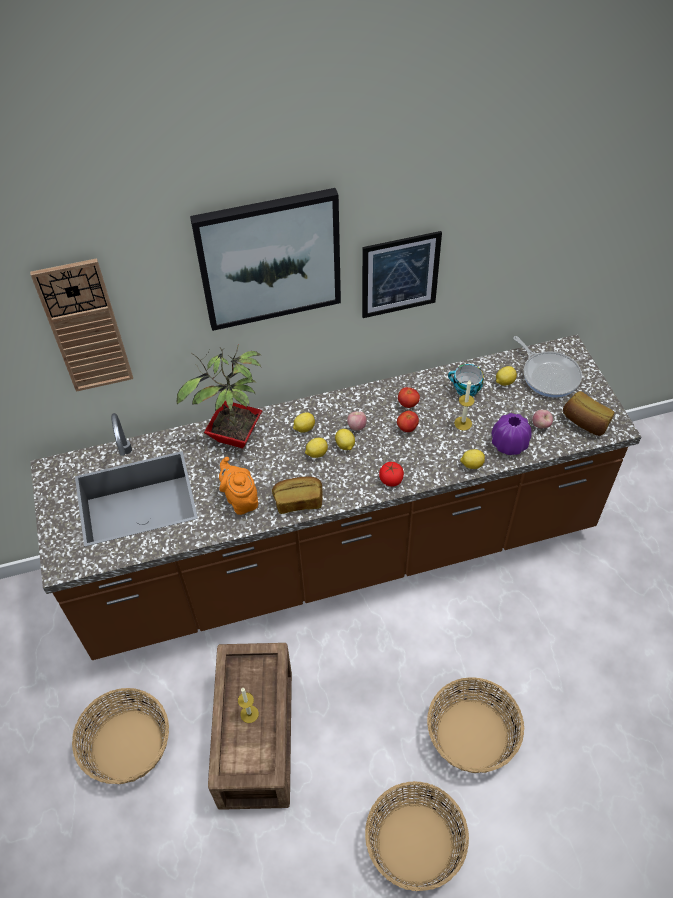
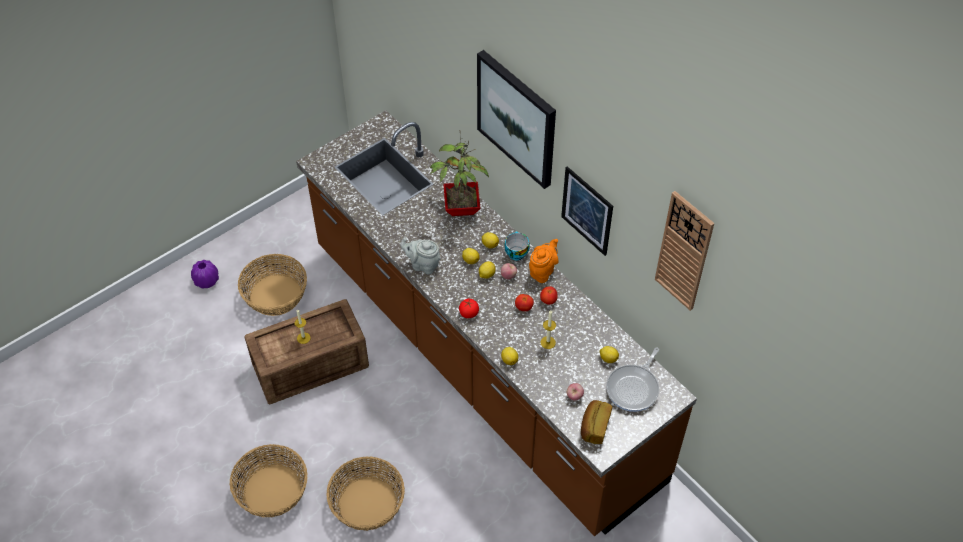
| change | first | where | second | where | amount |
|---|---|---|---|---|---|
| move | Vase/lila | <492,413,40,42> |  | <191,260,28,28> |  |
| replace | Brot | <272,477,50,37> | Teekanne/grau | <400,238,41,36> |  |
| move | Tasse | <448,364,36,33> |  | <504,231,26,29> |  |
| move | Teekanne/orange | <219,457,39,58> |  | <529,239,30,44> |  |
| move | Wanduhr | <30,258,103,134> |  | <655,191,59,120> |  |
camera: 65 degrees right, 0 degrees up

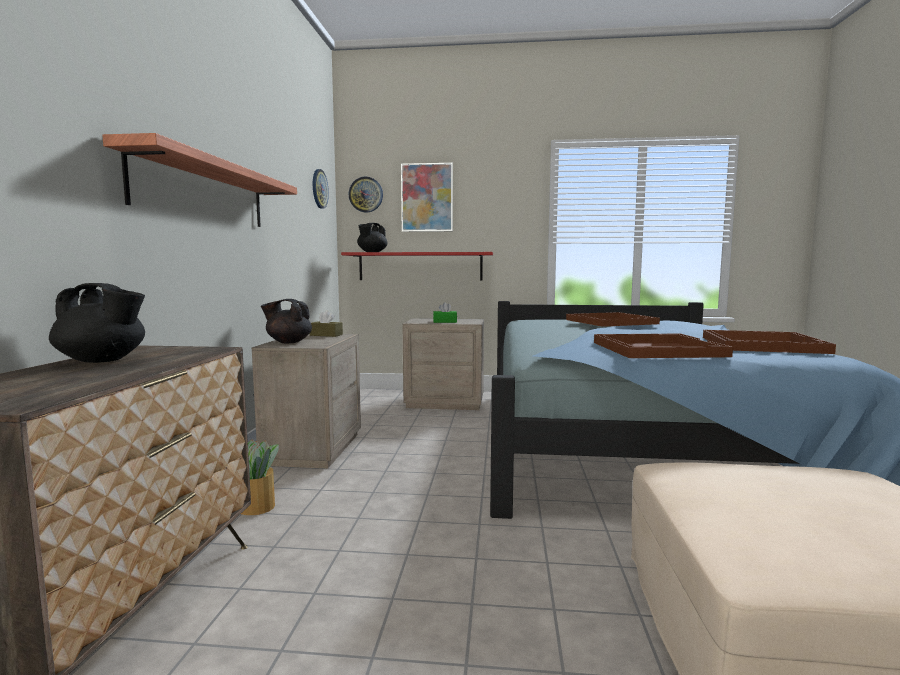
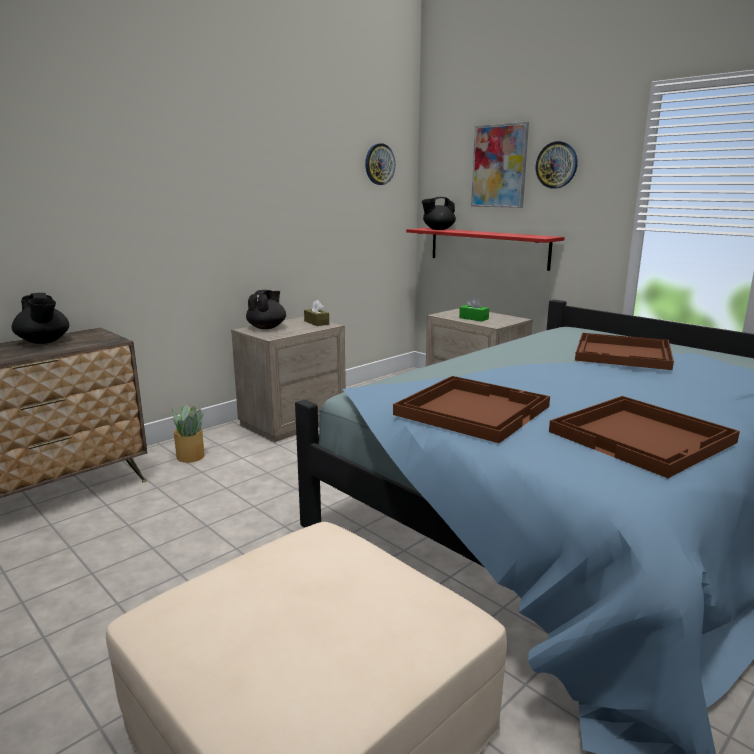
| change | first | where | second | where | amount |
|---|---|---|---|---|---|
| rotate | Teekanne/schwarz | <261,299,51,45> |  | <246,290,40,39> | 60 degrees clockwise |
| move | Wanduhr | <349,177,34,35> |  | <536,141,42,48> |  |
| delete | Wandregal | <102,133,195,94> |  |  |  |
camera: 40 degrees right, 10 degrees up

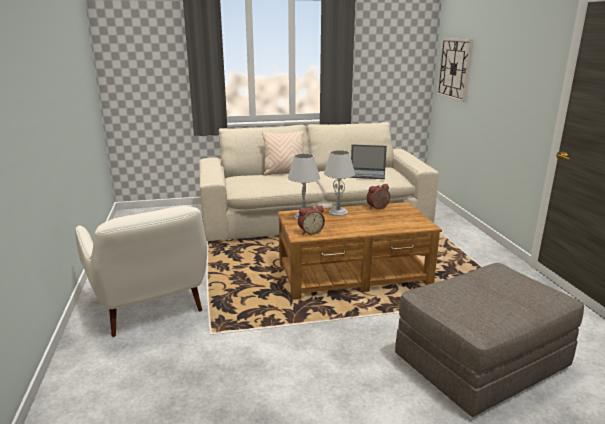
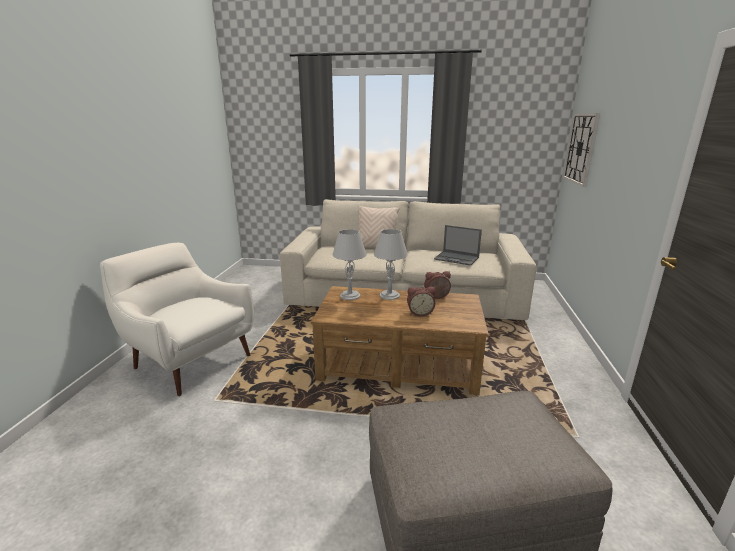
| change | first | where | second | where | amount |
|---|---|---|---|---|---|
| rotate | Sessel/weiß | <76,207,131,130> |  | <100,243,154,153> | 135 degrees clockwise |
| move | Wecker | <298,205,27,30> |  | <407,287,29,29> |  |
camera: 20 degrees right, 0 degrees up

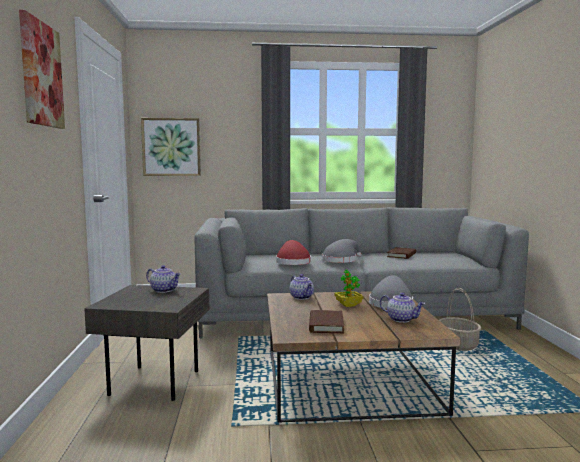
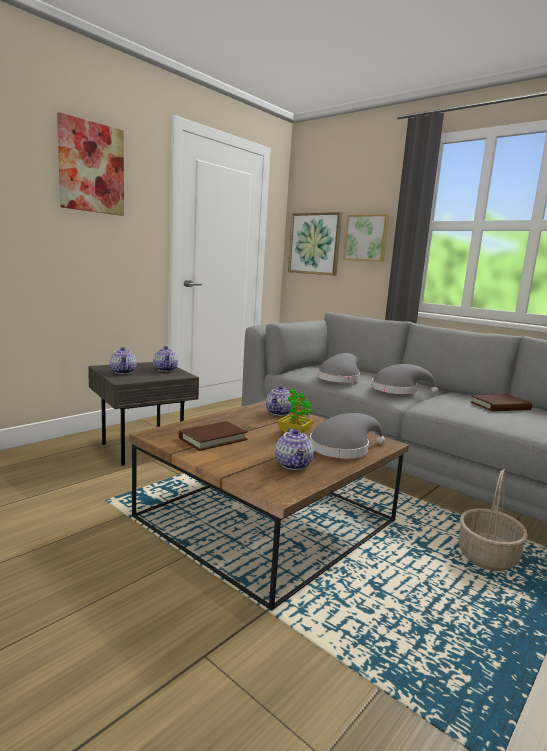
| change | first | where | second | where | amount |
|---|---|---|---|---|---|
| insert |  |  | Teekanne | <110,347,27,27> |  |
| recolor | Hut/rot | <276,240,35,25> | Hut/grau | <318,353,42,30> |  |
| insert |  |  | Bild | <343,214,46,48> |  |
camera: 45 degrees right, 5 degrees up

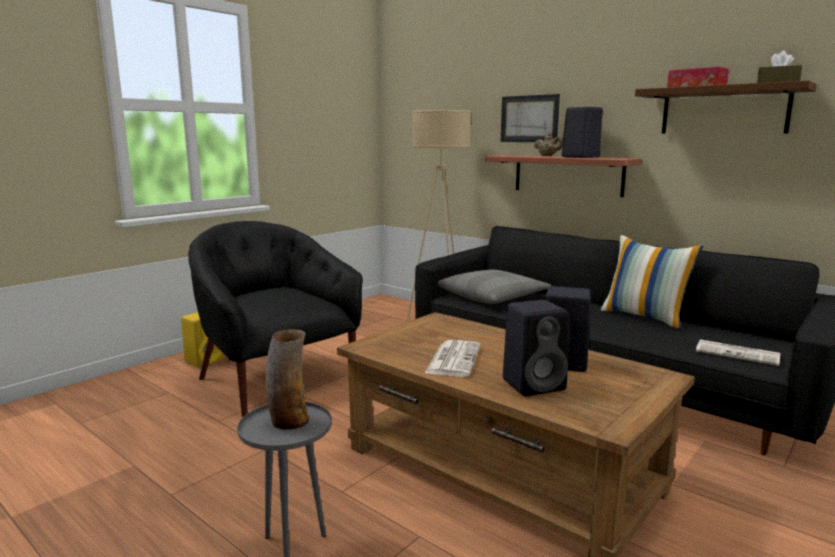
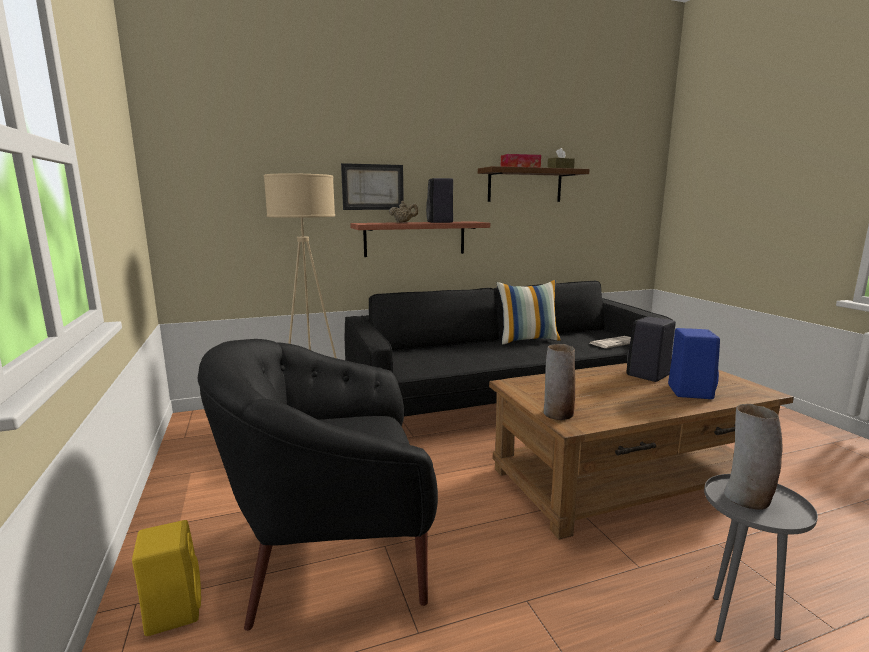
| change | first | where | second | where | amount |
|---|---|---|---|---|---|
| insert |  |  | Vase | <543,344,32,76> |  |
| recolor | Lautsprecher/schwarz | <503,300,66,96> | Lautsprecher/blau | <668,328,52,71> |  |
| delete | Zeitung | <424,340,57,37> |  |  |  |
| delete | Kissen/grau | <438,269,114,35> |  |  |  |
camera: 60 degrees left, 0 degrees up

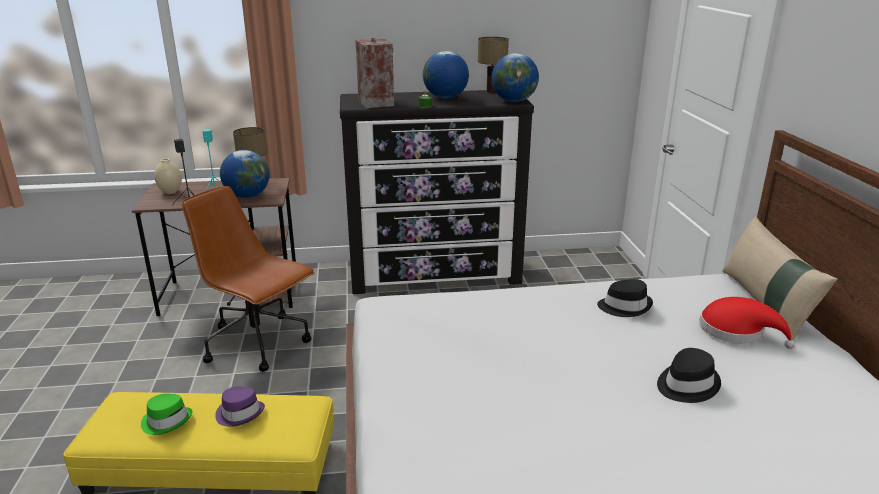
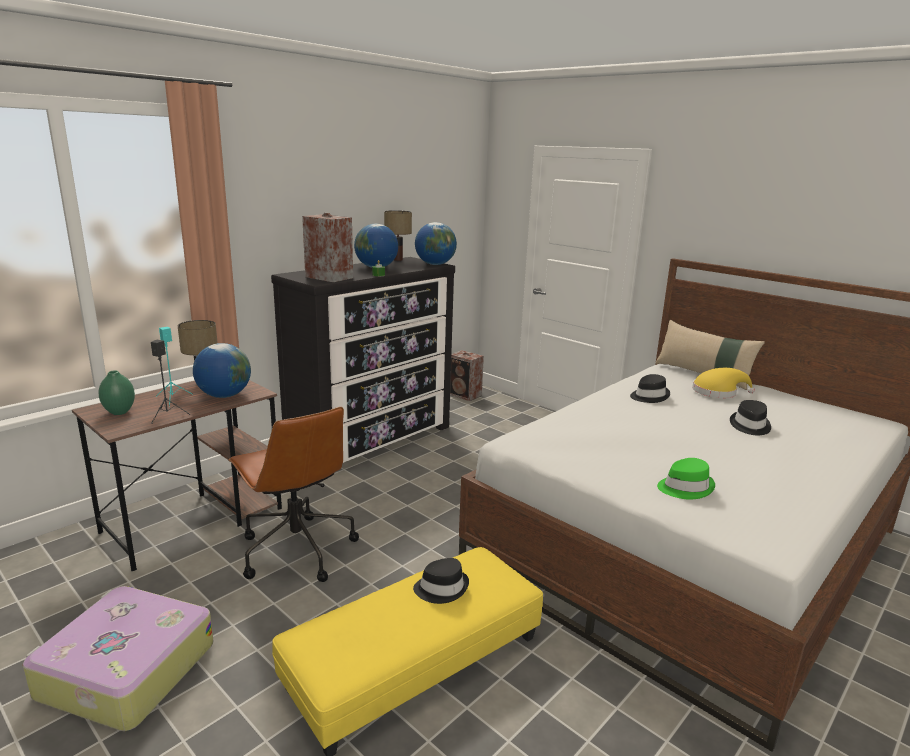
| change | first | where | second | where | amount |
|---|---|---|---|---|---|
| insert |  |  | Koffer | <23,586,190,145> |  |
| recolor | Vase/beige | <154,158,28,36> | Vase/grün | <99,370,36,45> |  |
| rotate | Bürostuhl/braun | <182,186,133,186> |  | <228,407,131,175> | 120 degrees counterclockwise |
| recolor | Hut/lila | <215,386,50,41> | Hut/schwarz | <413,558,56,46> |  |
| insert |  |  | Lautsprecher | <450,350,34,51> |  |
| move | Hut/grün | <141,394,52,41> |  | <657,458,58,41> |  |
| recolor | Hut/rot | <699,297,96,52> | Hut/gelb | <692,368,63,30> |  |
camera: 40 degrees left, 5 degrees down

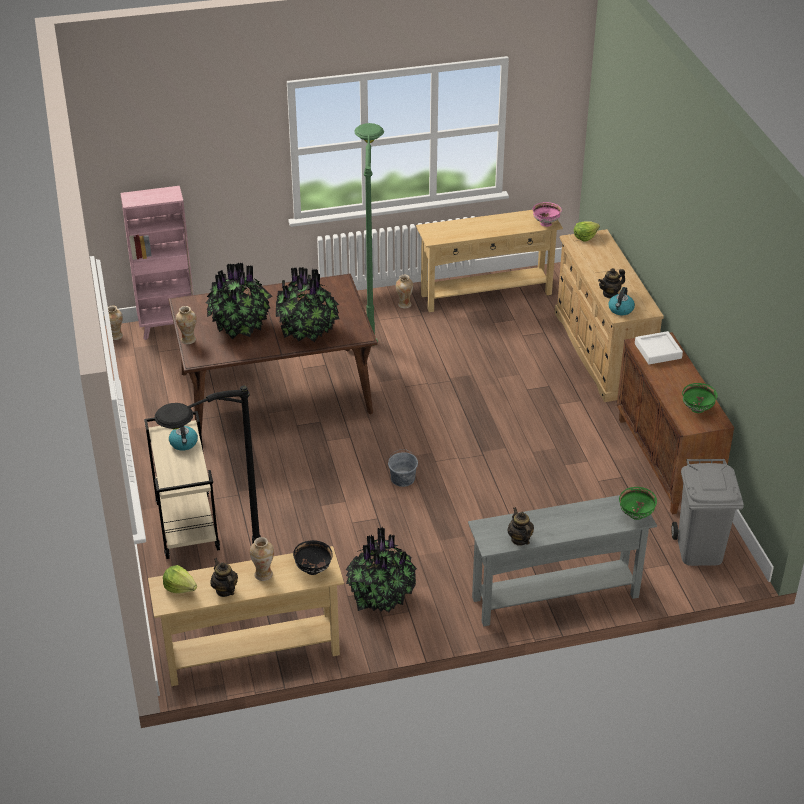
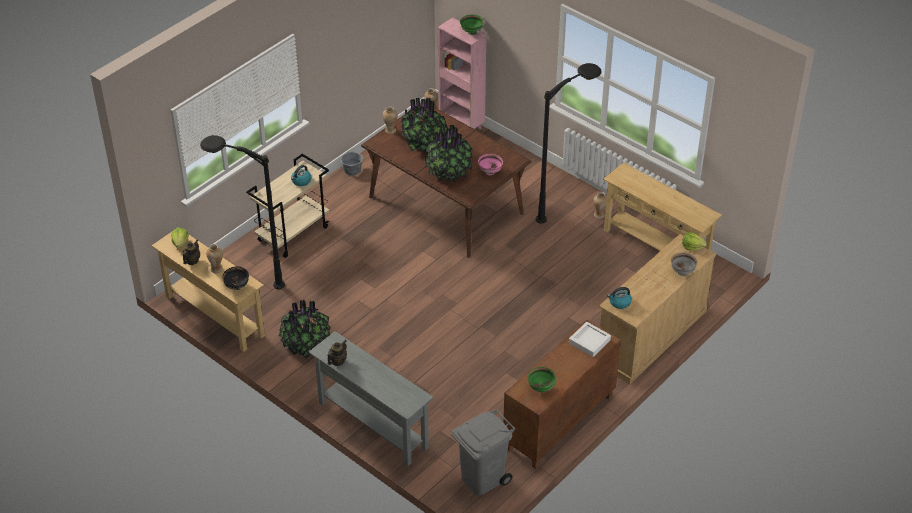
| change | first | where | second | where | amount |
|---|---|---|---|---|---|
| move | Eimer/grau | <388,449,30,38> |  | <341,148,22,27> |  |
| move | Schüssel/grün | <619,487,38,33> |  | <460,15,24,20> |  |
| move | Schüssel/rosa | <533,202,29,25> |  | <478,154,25,21> |  |
| recolor | Stehlampe/grün | <354,123,30,220> | Stehlampe/schwarz | <536,63,66,161> |  |
| insert |  |  | Schüssel/grau | <671,252,26,24> |  |
| delete | Teekanne | <598,268,27,30> |  |  |  |
camera: 55 degrees right, 5 degrees up

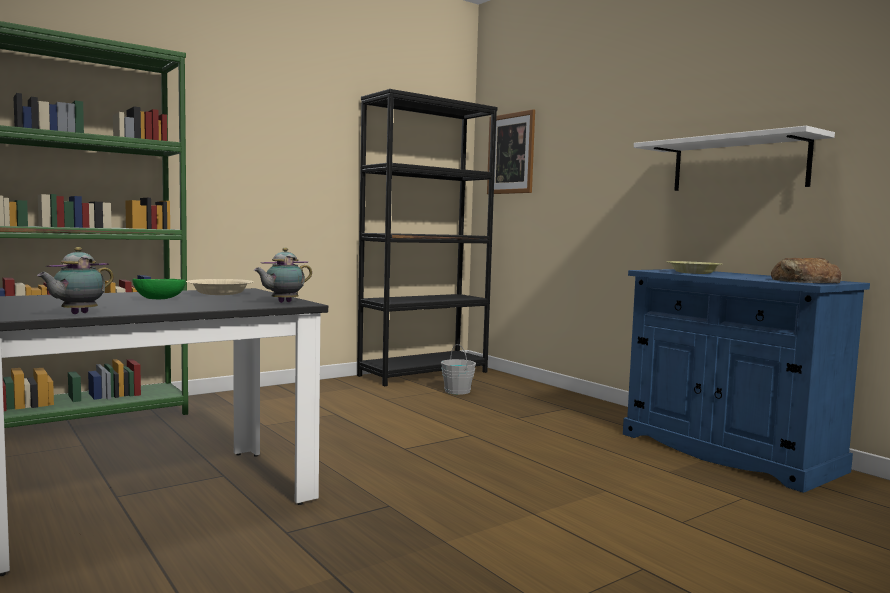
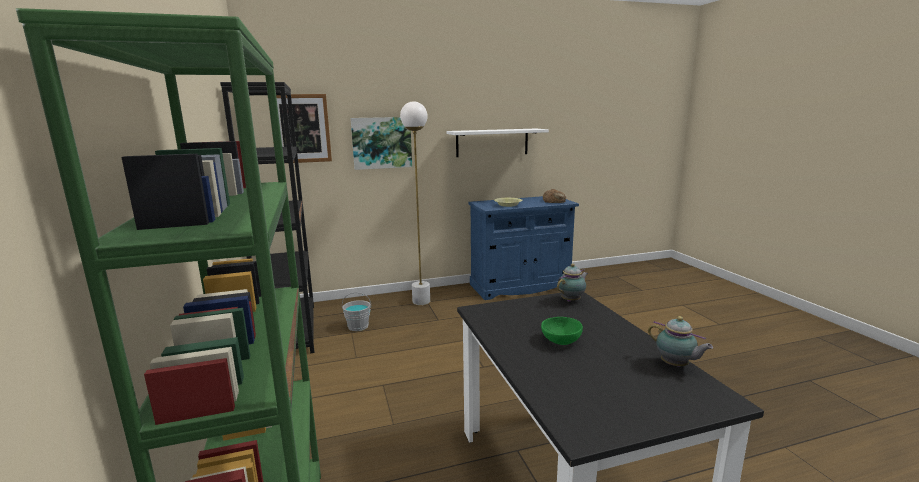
| change | first | where | second | where | amount |
|---|---|---|---|---|---|
| insert |  |  | Bild | <351,117,61,53> |  |
| insert |  |  | Stehlampe/weiß | <400,101,30,204> |  |
| rotate | Teekanne | <254,248,58,55> |  | <557,263,31,39> | 105 degrees counterclockwise |
| delete | Schüssel/beige | <186,279,68,16> |  |  |  |
camera: 70 degrees left, 10 degrees up

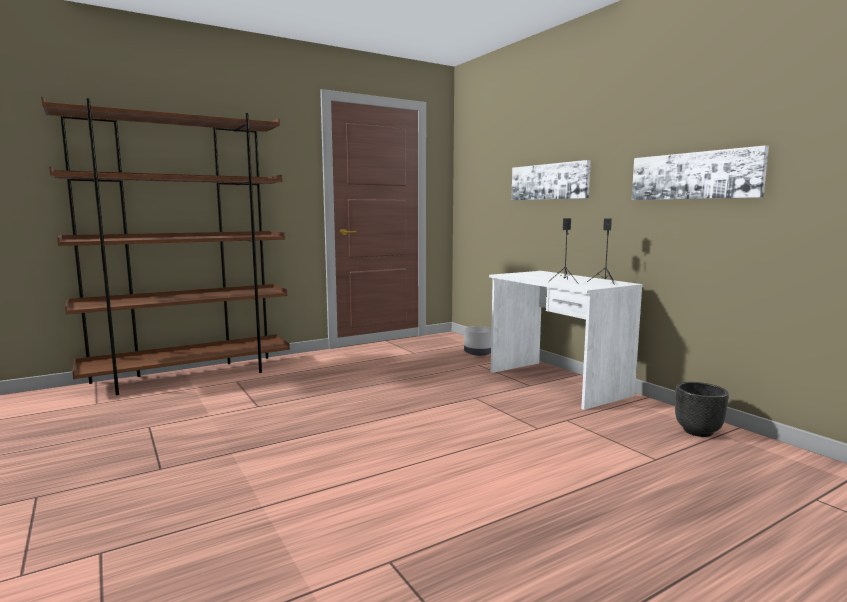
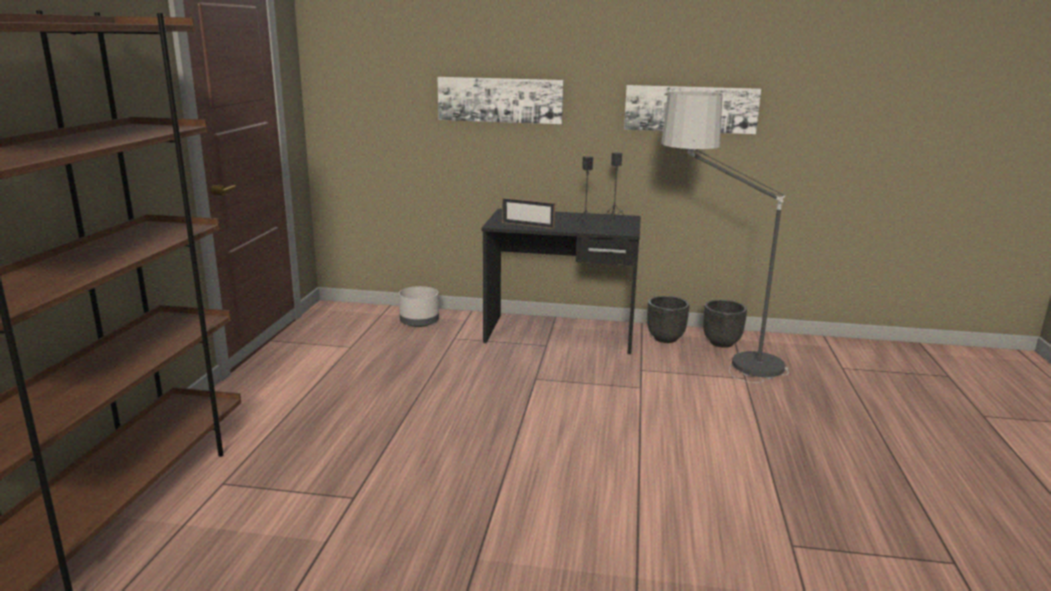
| change | first | where | second | where | amount |
|---|---|---|---|---|---|
| recolor | Schreibtisch/weiß | <489,271,154,139> | Schreibtisch/schwarz | <481,209,160,145> |  |
| insert |  |  | Bilderrahmen | <502,197,53,32> |  |
| insert |  |  | Pflanzkübel/schwarz | <647,296,42,47> |  |
| insert |  |  | Stehlampe | <661,91,128,292> |  |
camera: 50 degrees left, 10 degrees up

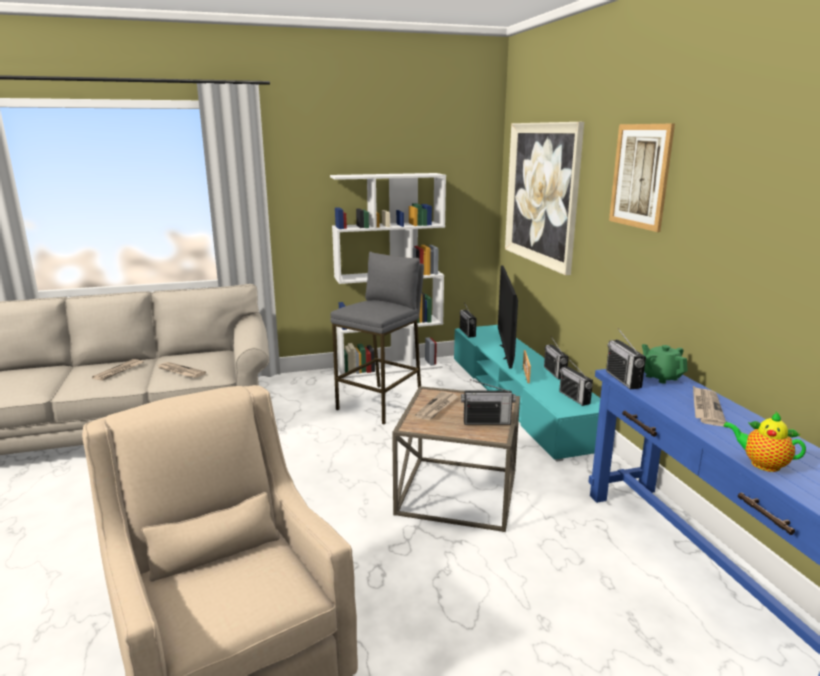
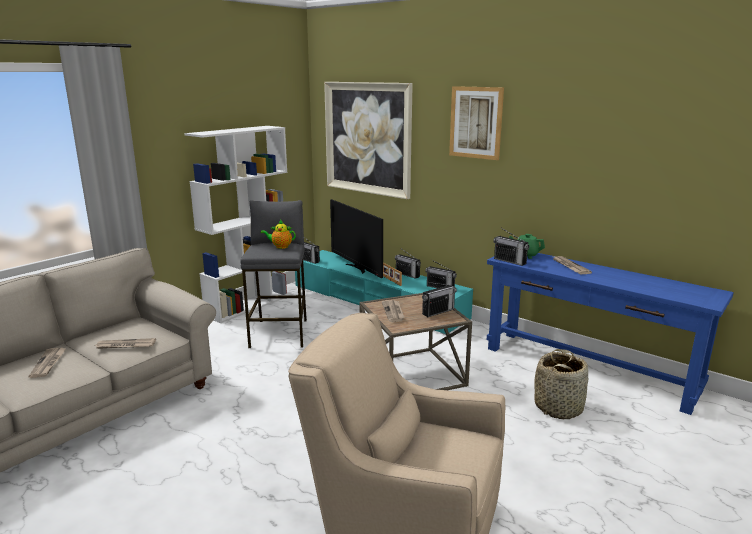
| change | first | where | second | where | amount |
|---|---|---|---|---|---|
| move | Teekanne | <723,412,83,60> |  | <261,220,35,29> |  |
| insert |  |  | Korb | <534,349,54,71> |  |
camera: 35 degrees left, 0 degrees up

